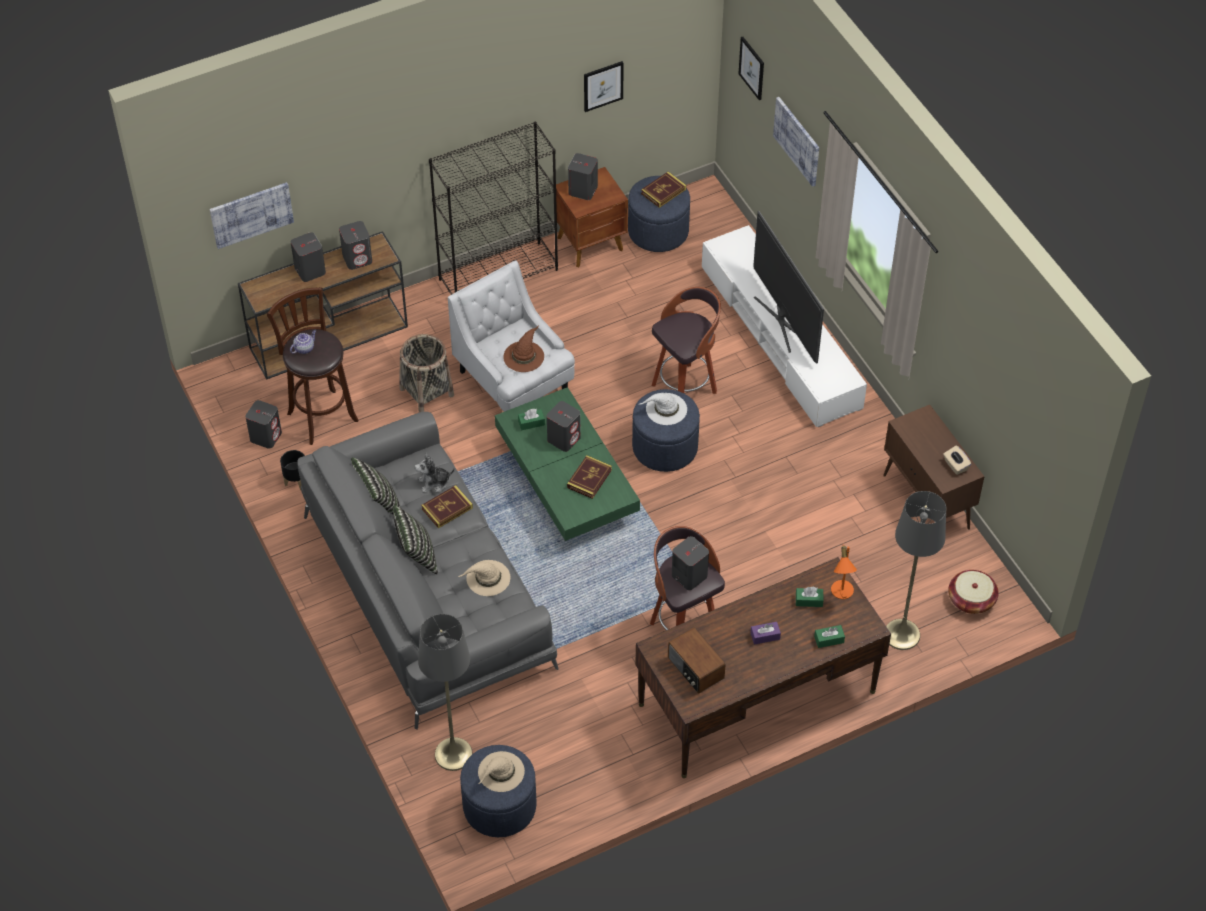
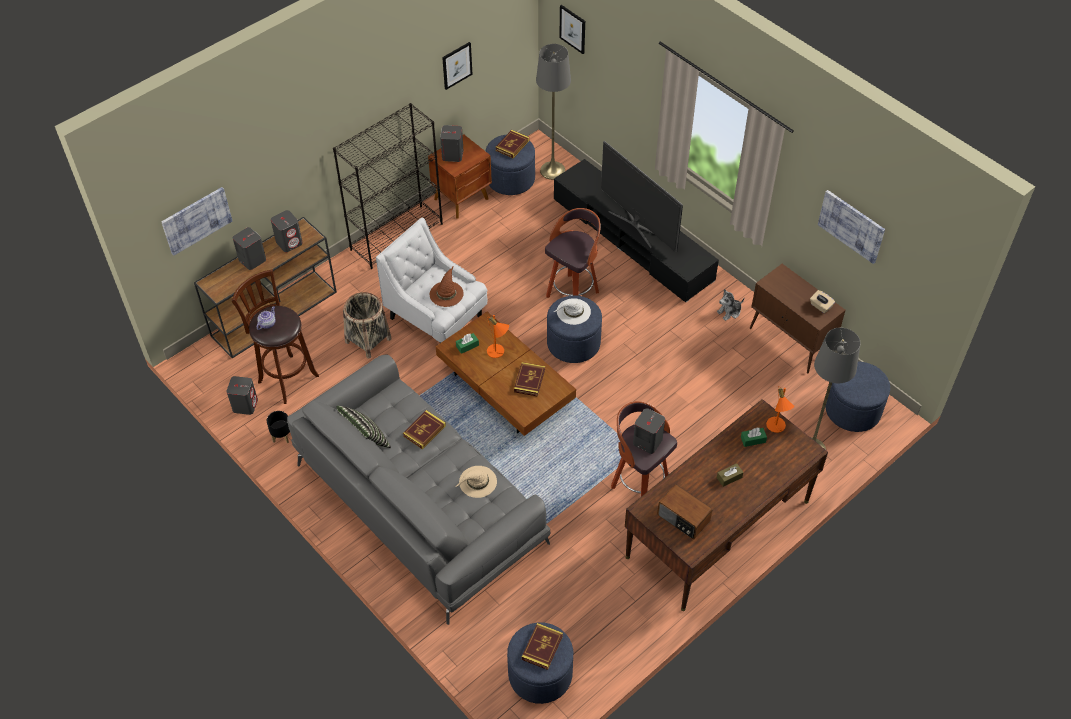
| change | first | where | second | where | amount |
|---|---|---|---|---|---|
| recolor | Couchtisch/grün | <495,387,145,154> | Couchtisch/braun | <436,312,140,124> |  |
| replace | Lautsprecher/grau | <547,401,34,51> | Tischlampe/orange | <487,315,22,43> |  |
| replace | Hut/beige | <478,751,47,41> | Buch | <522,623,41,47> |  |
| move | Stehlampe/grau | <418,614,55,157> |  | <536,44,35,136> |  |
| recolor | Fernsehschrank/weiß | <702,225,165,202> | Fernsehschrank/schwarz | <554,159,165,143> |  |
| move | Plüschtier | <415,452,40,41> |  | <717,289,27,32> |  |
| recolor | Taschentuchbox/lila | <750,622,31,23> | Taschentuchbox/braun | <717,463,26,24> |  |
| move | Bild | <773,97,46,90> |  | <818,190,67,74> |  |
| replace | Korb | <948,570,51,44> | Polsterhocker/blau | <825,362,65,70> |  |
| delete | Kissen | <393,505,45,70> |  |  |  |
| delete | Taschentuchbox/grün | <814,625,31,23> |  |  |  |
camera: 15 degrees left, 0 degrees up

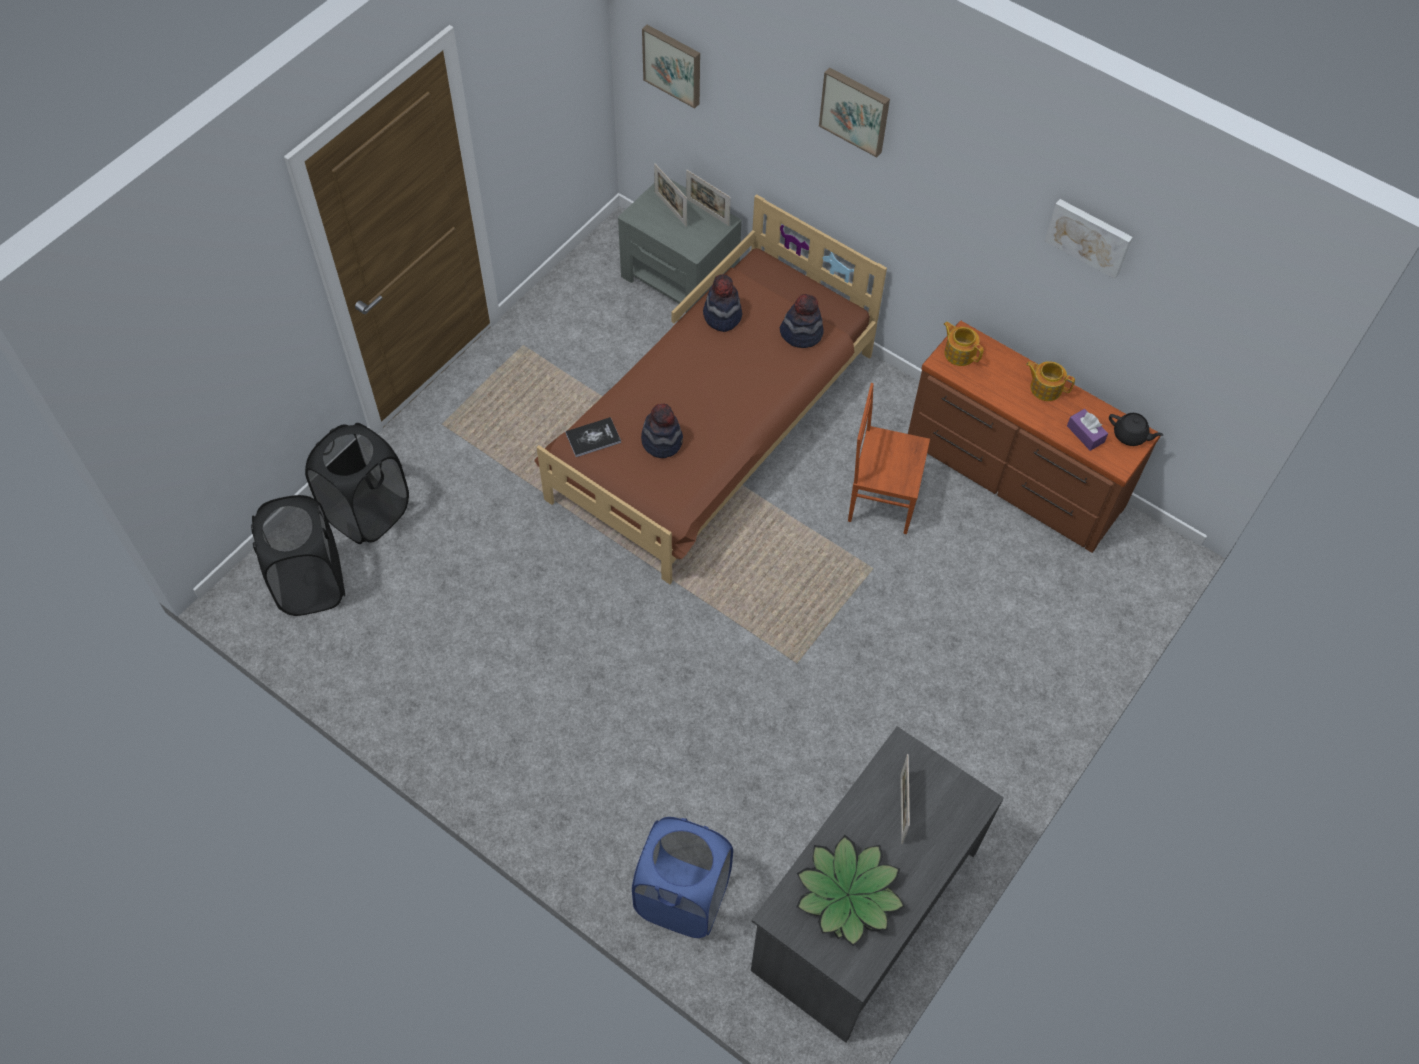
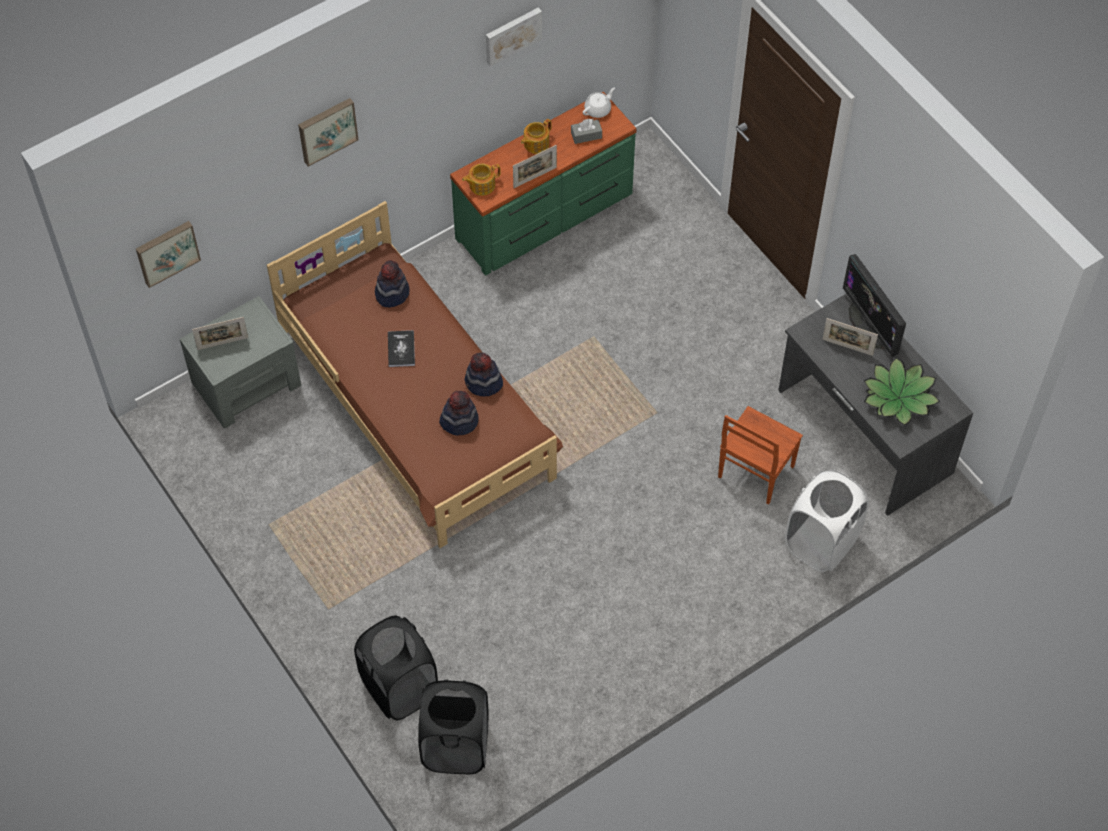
| change | first | where | second | where | amount |
|---|---|---|---|---|---|
| move | Buch | <565,417,56,40> |  | <388,330,27,37> |  |
| recolor | Kommode/braun | <908,321,252,232> | Kommode/grün | <450,92,187,183> |  |
| move | Hut | <703,274,39,58> |  | <465,353,38,43> |  |
| move | Bilderrahmen | <686,170,45,56> |  | <513,145,44,43> |  |
| recolor | Taschentuchbox/lila | <1067,409,41,42> | Taschentuchbox/grau | <571,119,31,25> |  |
| recolor | Teekanne/schwarz | <1109,413,54,33> | Teekanne/weiß | <583,87,32,31> |  |
| move | Stuhl/braun | <848,383,82,151> |  | <718,406,85,99> |  |
| recolor | Wäschekorb/blau | <632,817,101,121> | Wäschekorb/weiß | <785,469,84,103> |  |
| insert |  |  | Monitor | <843,254,63,103> |  |
camera: 70 degrees left, 0 degrees up

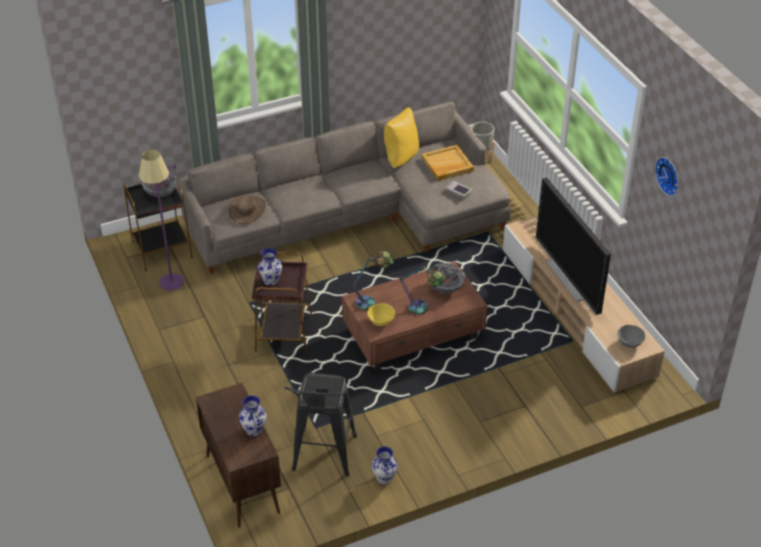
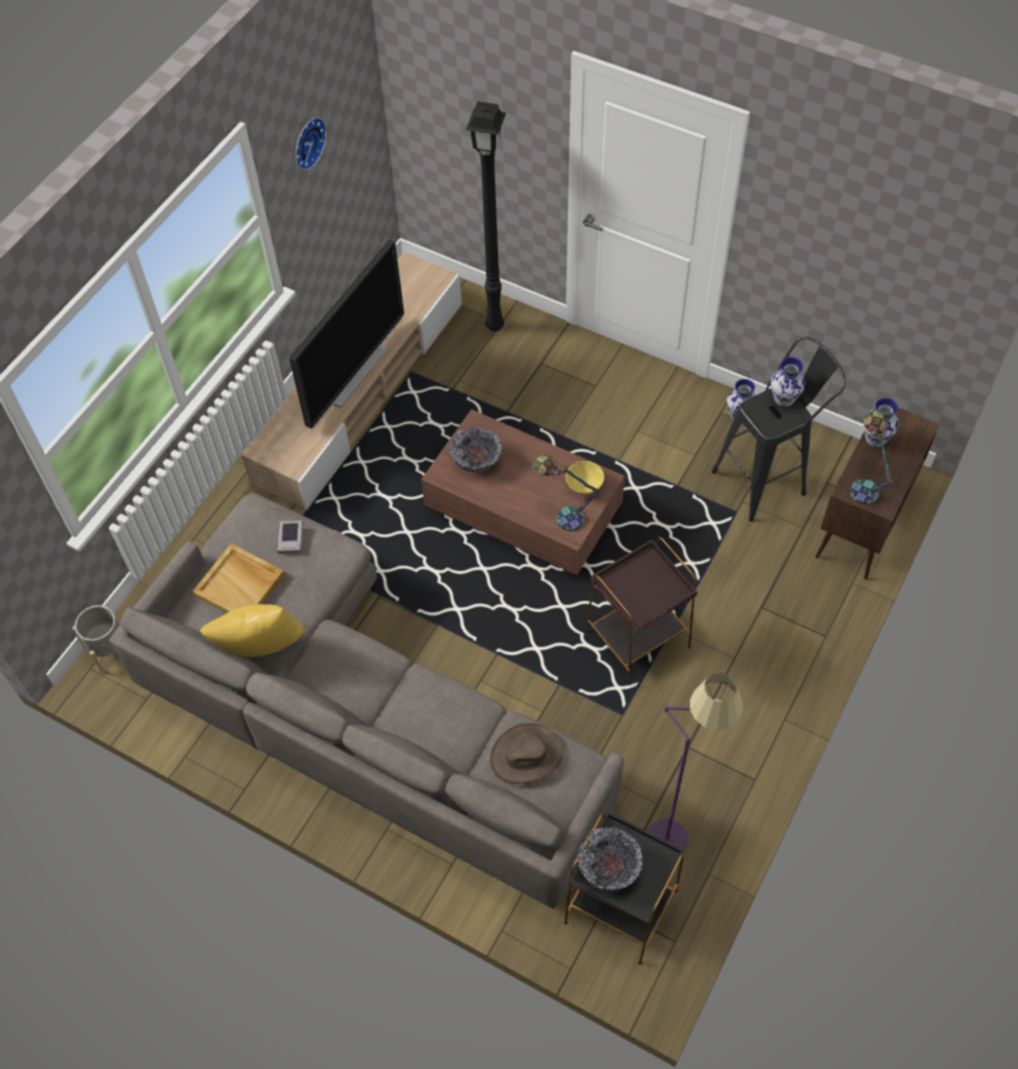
| change | first | where | second | where | amount |
|---|---|---|---|---|---|
| insert |  |  | Stehlampe/schwarz | <466,101,40,231> |  |
| move | Vase | <258,248,24,38> |  | <771,357,34,50> |  |
| move | Tischlampe | <398,266,47,49> |  | <850,411,43,94> |  |
| delete | Schüssel/grau | <617,325,29,23> |  |  |  |
camera: 125 degrees left, 15 degrees up

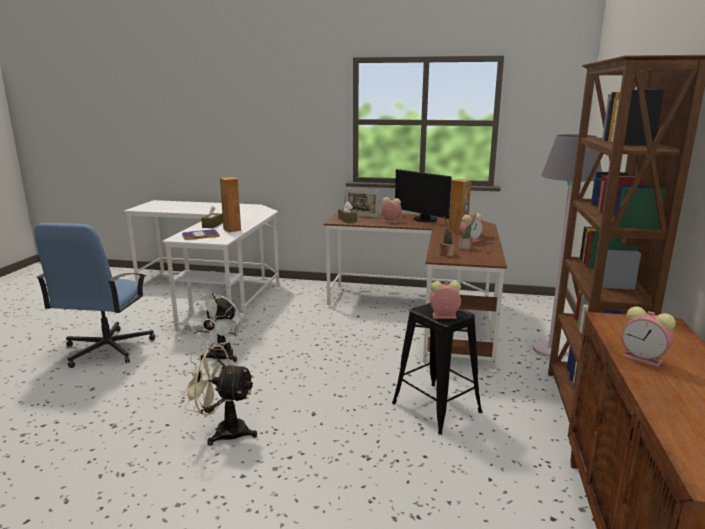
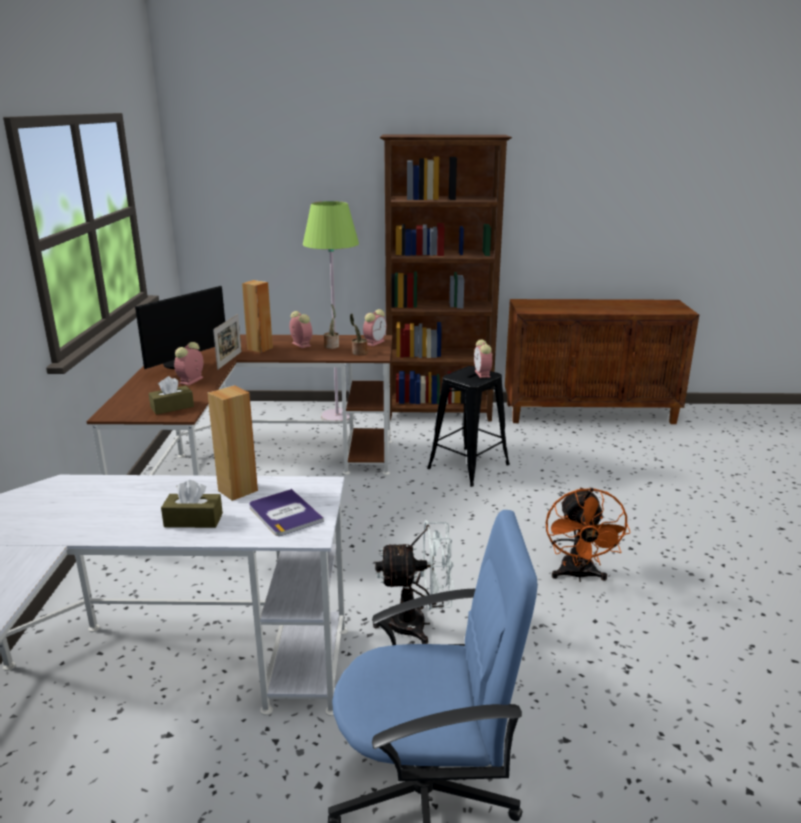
| change | first | where | second | where | amount |
|---|---|---|---|---|---|
| move | Bilderrahmen | <344,188,36,30> |  | <213,314,29,55> |  |
| recolor | Stehlampe/grau | <533,134,69,223> | Stehlampe/grün | <303,201,56,220> |  |
| move | Wecker | <621,306,55,62> |  | <363,309,24,37> |  |
| recolor | Ventilator/beige | <180,344,77,101> | Ventilator/orange | <546,487,85,95> |  |
camera: 100 degrees left, 5 degrees up

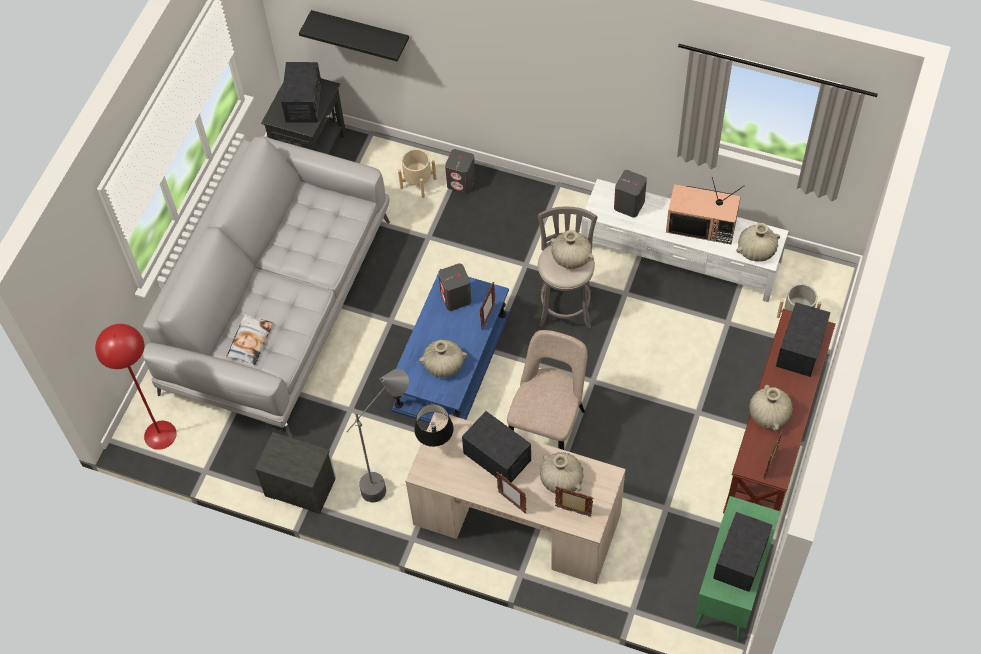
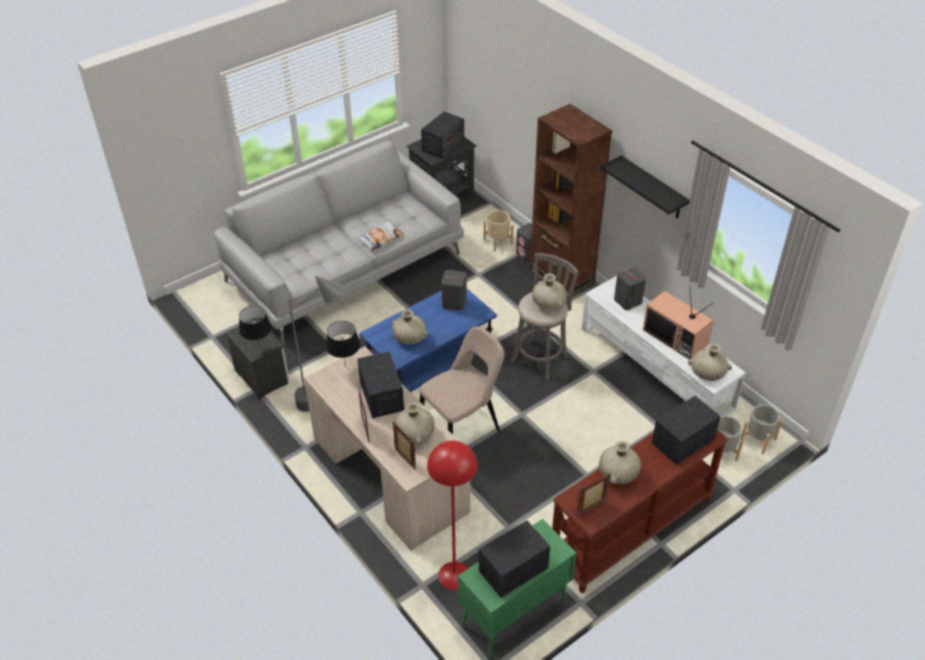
| change | first | where | second | where | amount |
|---|---|---|---|---|---|
| insert |  |  | Tischlampe/schwarz | <239,306,32,43> |  |
| move | Kissen | <226,313,47,52> |  | <358,221,46,30> |  |
| move | Stehlampe/rot | <95,324,82,126> |  | <427,441,50,149> |  |
| insert |  |  | Bücherregal/braun | <529,104,83,191> |  |
| move | Wandregal/schwarz | <299,10,110,52> |  | <600,156,90,63> |  |
| insert |  |  | Pflanzkübel/grau | <740,404,42,51> |  |
| delete | Bilderrahmen | <480,282,15,48> |  |  |  |
camera: 30 degrees right, 15 degrees down

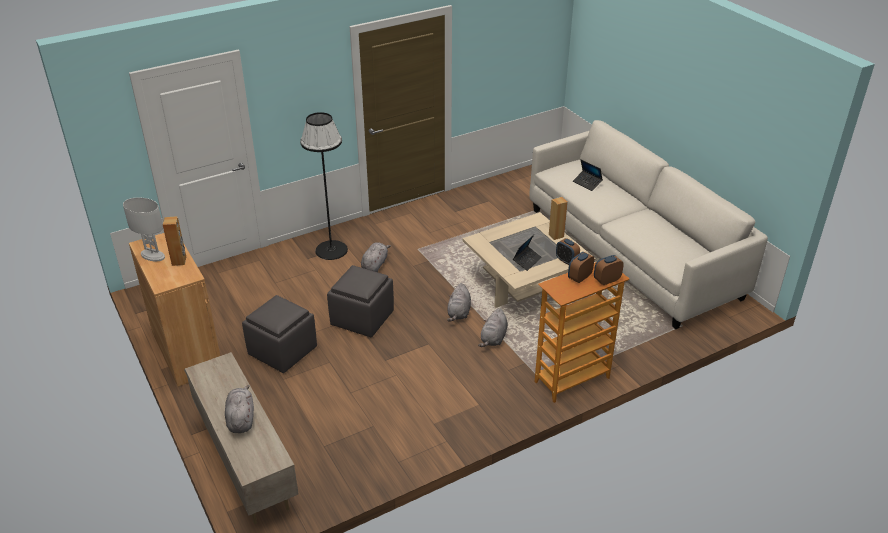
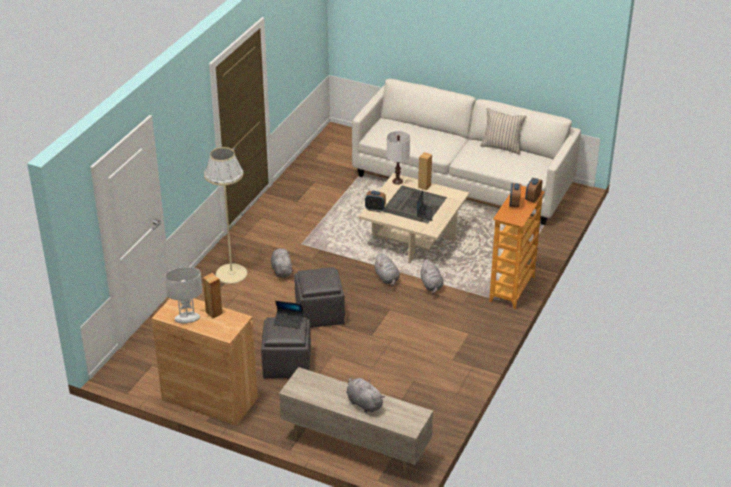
| change | first | where | second | where | amount |
|---|---|---|---|---|---|
| recolor | Stehlampe/schwarz | <300,112,48,148> | Stehlampe/beige | <204,147,43,137> |  |
| move | Laptop | <573,160,30,31> |  | <274,301,30,28> |  |
| move | Wecker | <556,238,24,27> |  | <365,191,21,21> |  |
| insert |  |  | Tischlampe/weiß | <387,131,23,54> |  |
| insert |  |  | Kissen/beige | <480,108,47,47> |  |
camera: 35 degrees left, 0 degrees up

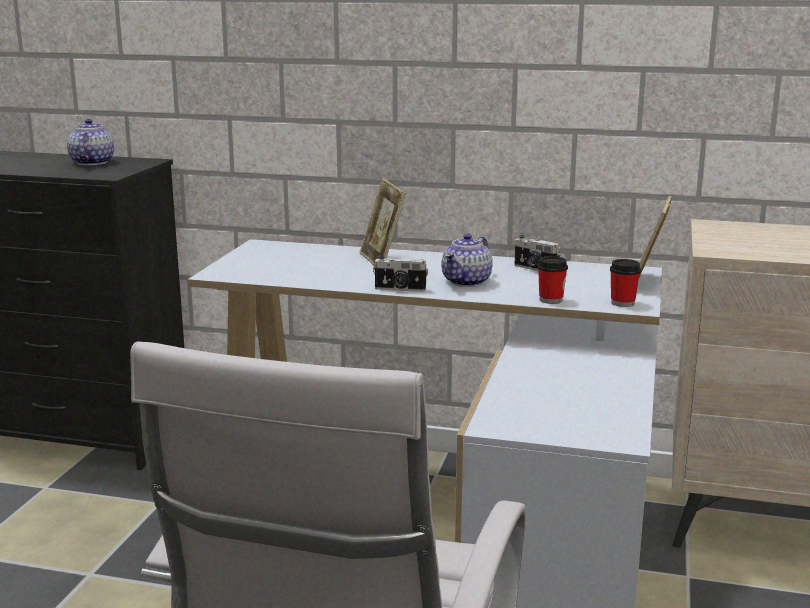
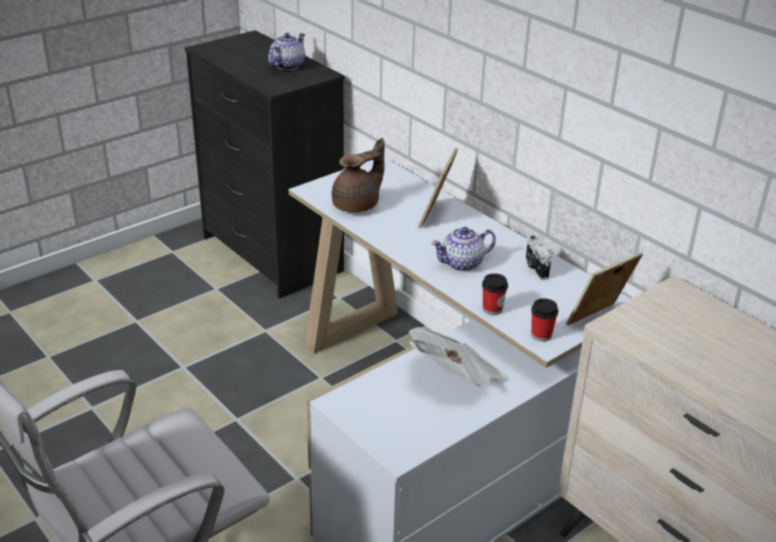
| change | first | where | second | where | amount |
|---|---|---|---|---|---|
| insert |  |  | Teekanne/braun | <332,138,53,74> |  |
| insert |  |  | Zeitung | <409,327,98,60> |  |
| delete | Kamera | <373,255,55,37> |  |  |  |
camera: 35 degrees right, 15 degrees up

